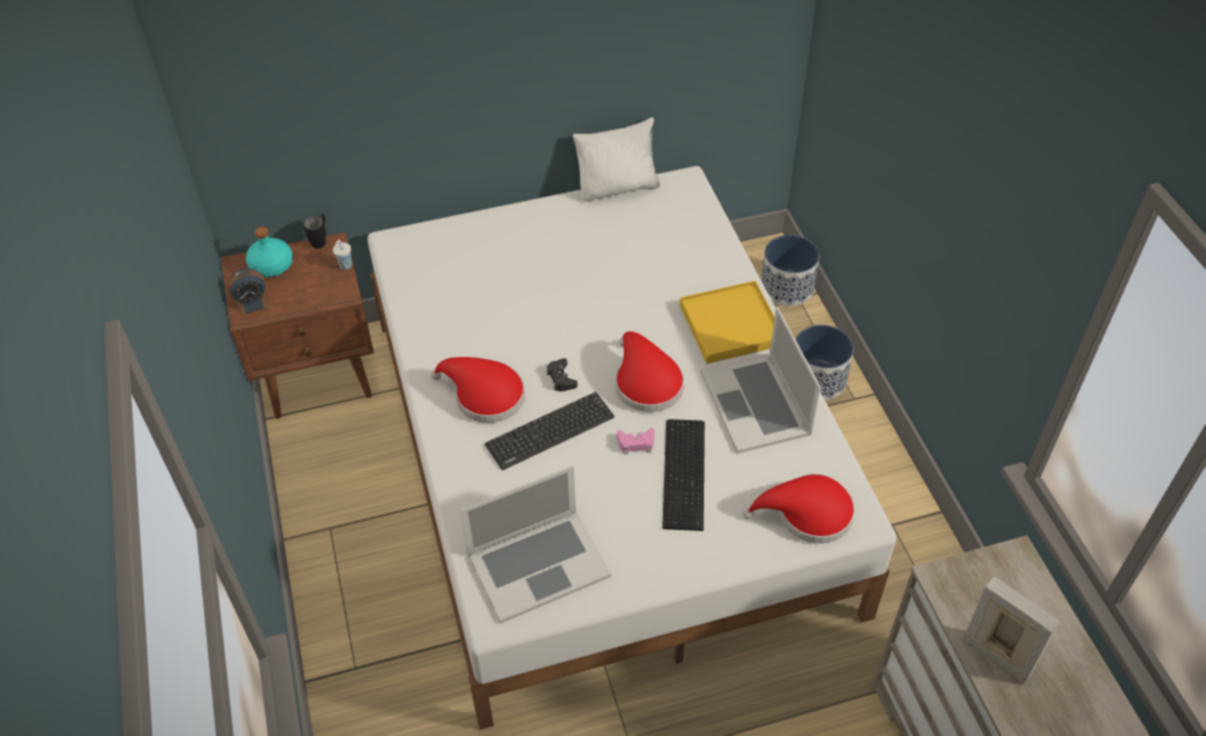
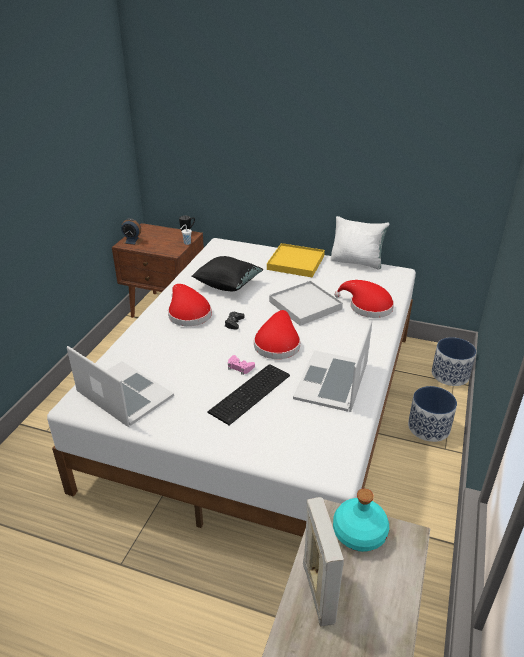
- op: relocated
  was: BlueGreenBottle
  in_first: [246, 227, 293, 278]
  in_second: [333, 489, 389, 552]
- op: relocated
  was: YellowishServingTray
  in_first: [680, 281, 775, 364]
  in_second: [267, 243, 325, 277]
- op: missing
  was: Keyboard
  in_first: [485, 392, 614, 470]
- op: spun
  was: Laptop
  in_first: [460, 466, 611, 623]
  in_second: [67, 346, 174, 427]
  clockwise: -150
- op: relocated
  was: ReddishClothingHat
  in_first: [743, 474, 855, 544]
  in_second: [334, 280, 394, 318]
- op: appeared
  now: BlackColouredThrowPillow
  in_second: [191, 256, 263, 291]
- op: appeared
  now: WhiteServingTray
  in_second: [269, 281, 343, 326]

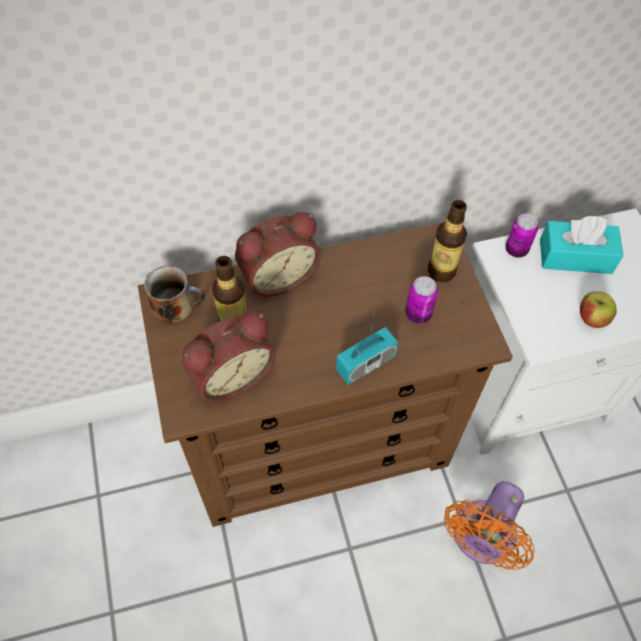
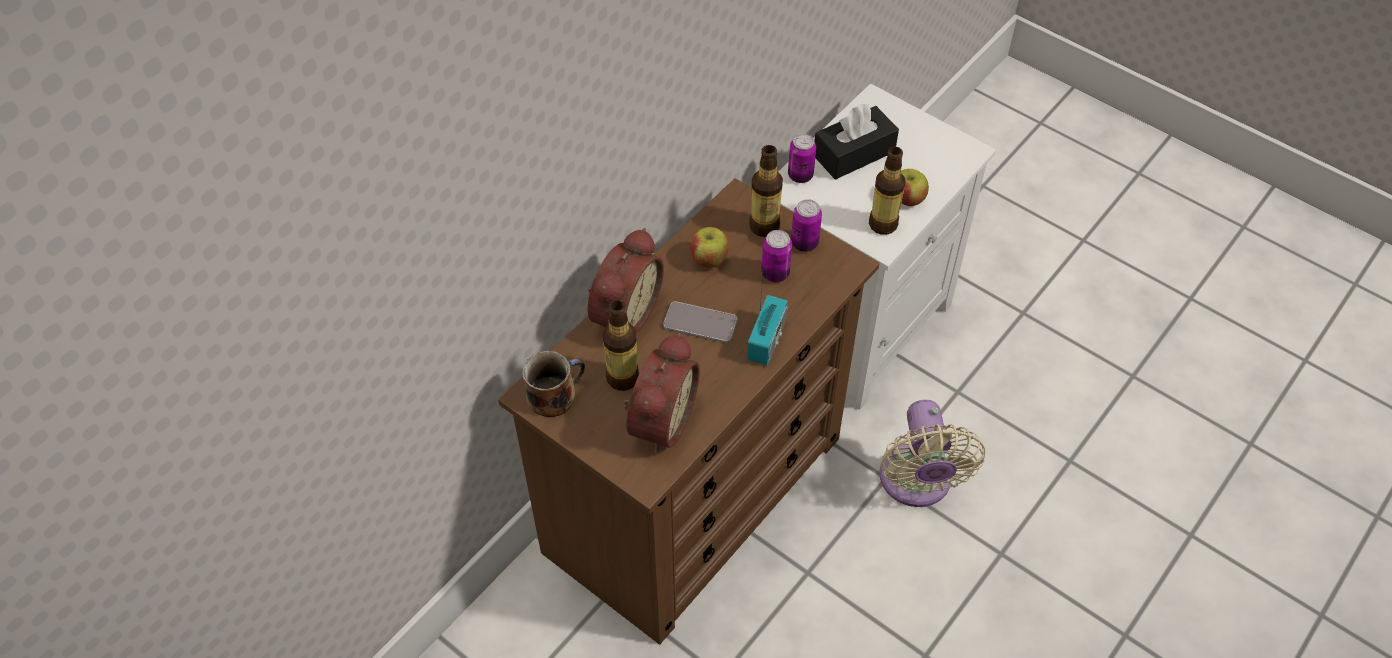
- op: colour
  was: BlueGreenTissueHolder
  now: BlackColouredTissueHolder
  in_first: [540, 216, 623, 274]
  in_second: [814, 103, 899, 179]
- op: colour
  was: OrangeFan
  now: BeigeFan
  in_first: [444, 481, 535, 570]
  in_second: [879, 400, 985, 507]
- op: appeared
  now: Bottle
  in_second: [869, 147, 906, 235]
- op: appeared
  now: Can
  in_second: [791, 199, 822, 252]
- op: appeared
  now: Apple
  in_second: [690, 227, 729, 268]
- op: appeared
  now: Phone
  in_second: [664, 302, 737, 343]

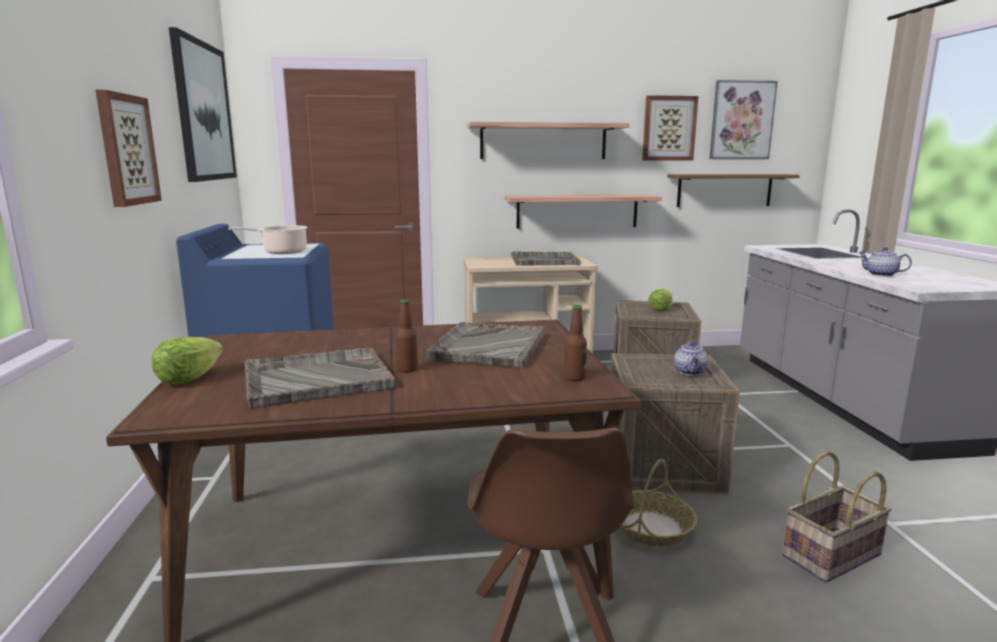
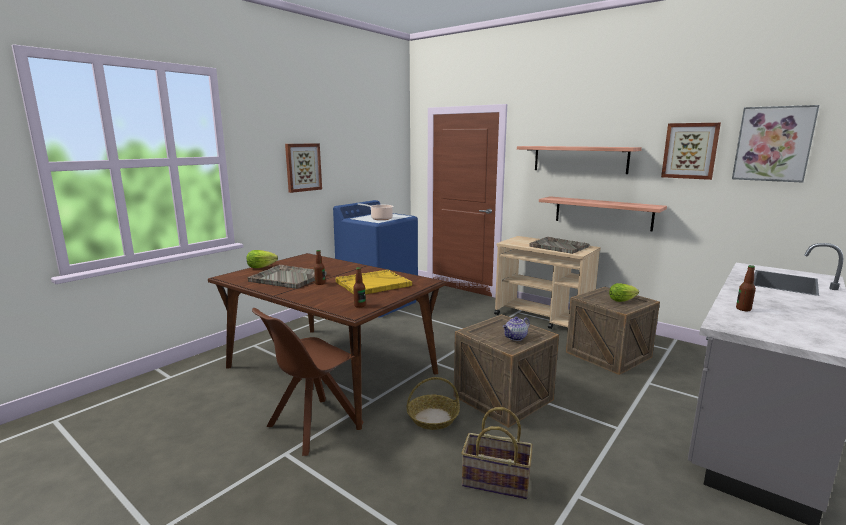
- op: missing
  was: Picture
  in_first: [169, 27, 237, 182]
- op: missing
  was: BrownColouredWallShelf
  in_first: [667, 174, 800, 207]
- op: exchanged
  was: PotForTea
  now: Bottle
  in_first: [858, 247, 912, 277]
  in_second: [736, 265, 756, 311]
- op: colour
  was: GreyServingTray
  now: YellowishServingTray
  in_first: [427, 322, 545, 368]
  in_second: [335, 270, 412, 294]

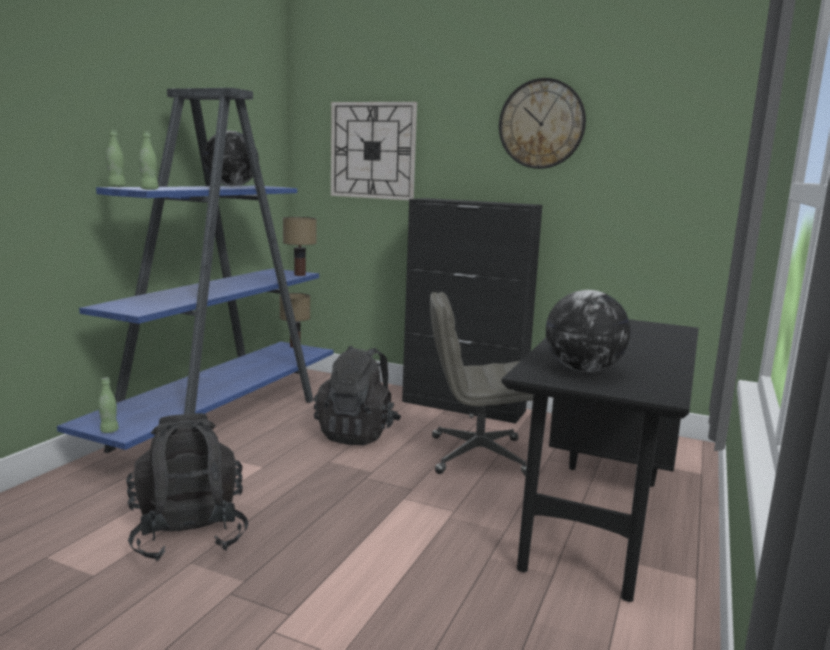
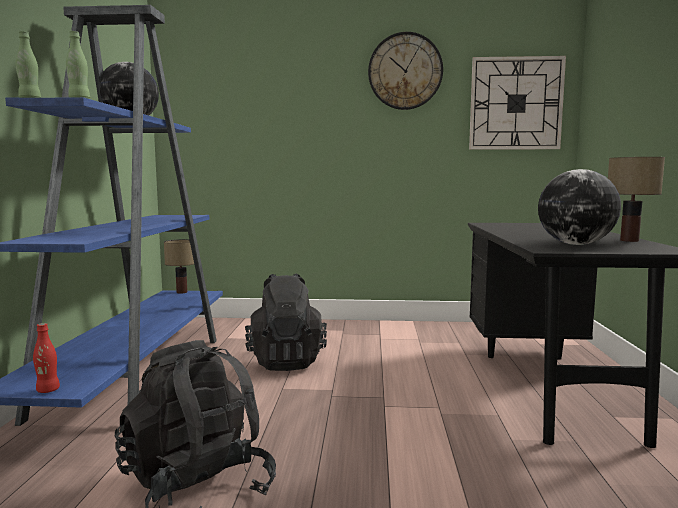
- op: relocated
  was: ClockOnTheWall
  in_first: [331, 102, 417, 200]
  in_second: [469, 56, 566, 150]
- op: missing
  was: BlackColouredCabinet
  in_first: [402, 198, 543, 424]
- op: relocated
  was: TabletopLamp
  in_first: [283, 217, 317, 276]
  in_second: [608, 157, 665, 242]
- op: missing
  was: GreyOfficeChair
  in_first: [430, 292, 533, 476]
- op: colour
  was: GreenishBottle
  now: ReddishBottle
  in_first: [98, 377, 119, 433]
  in_second: [33, 323, 60, 393]

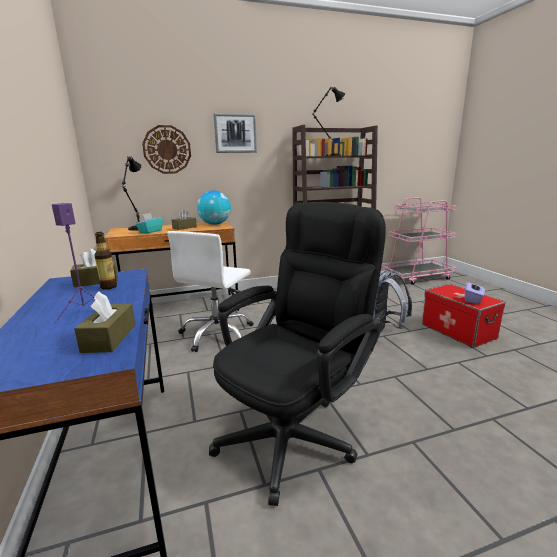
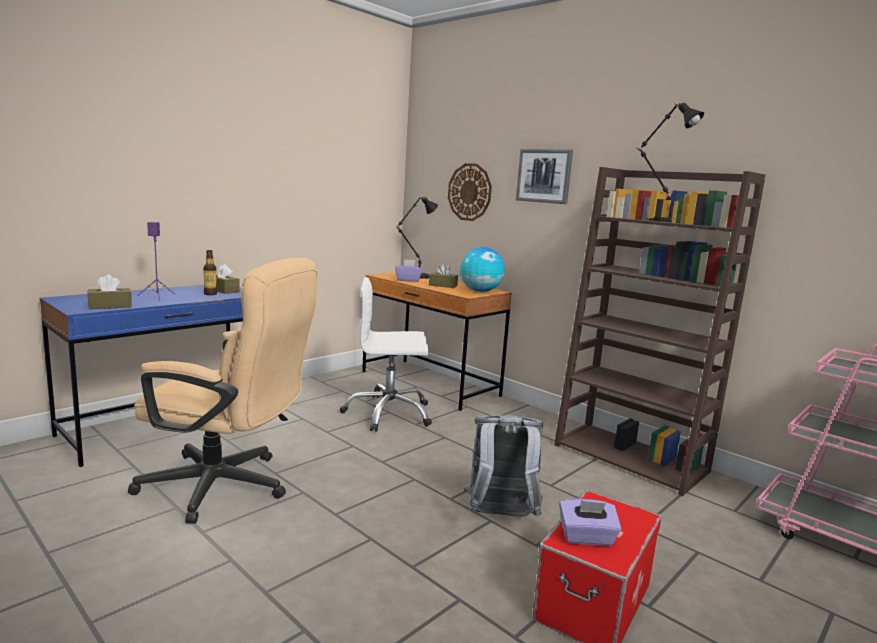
- op: colour
  was: BlackColouredOfficeChair
  now: BeigeOfficeChair
  in_first: [209, 202, 386, 506]
  in_second: [128, 258, 318, 524]
- op: colour
  was: BlueGreenTissueHolder
  now: PurpleTissueHolder
  in_first: [136, 213, 163, 233]
  in_second: [395, 259, 422, 282]

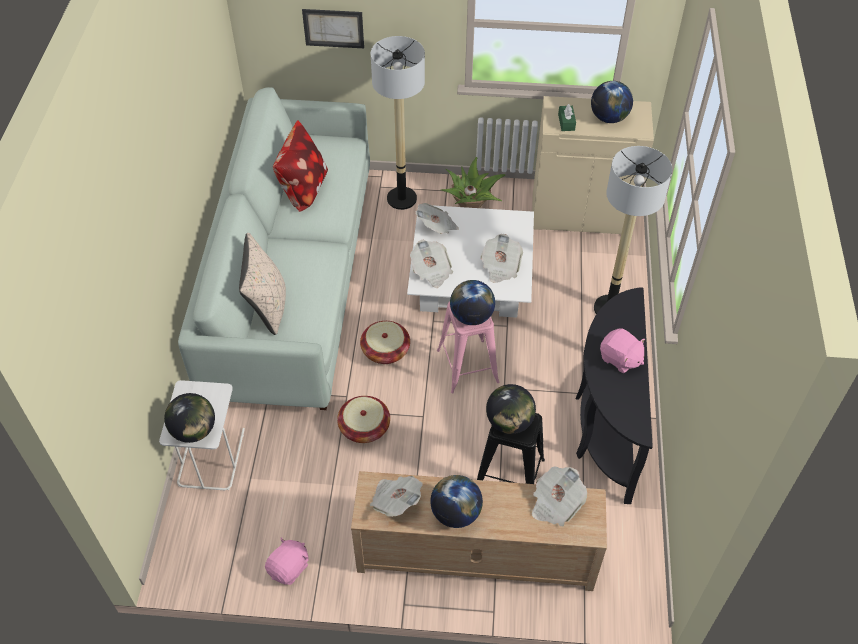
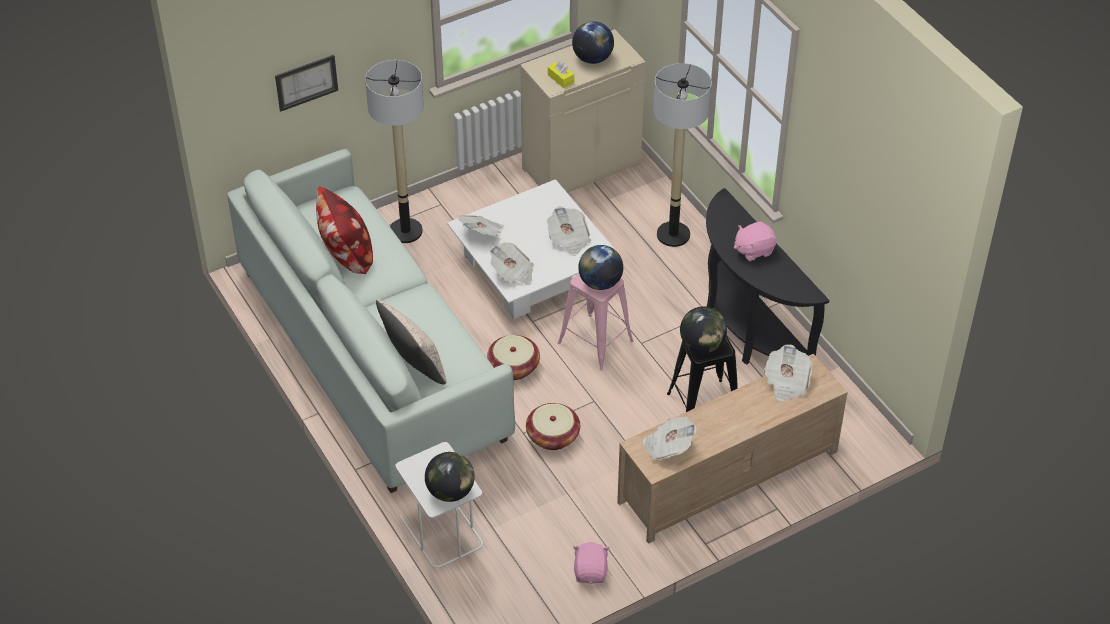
- op: colour
  was: GreenishTissueHolder
  now: YellowishTissueHolder
  in_first: [558, 104, 576, 131]
  in_second: [548, 61, 574, 88]
- op: missing
  was: PlantInAPot
  in_first: [441, 157, 505, 208]
- op: spun
  was: PinkishCuddlyToy
  in_first: [600, 328, 645, 373]
  in_second: [734, 221, 777, 262]
  clockwise: 150
- op: missing
  was: Globe
  in_first: [430, 475, 483, 528]

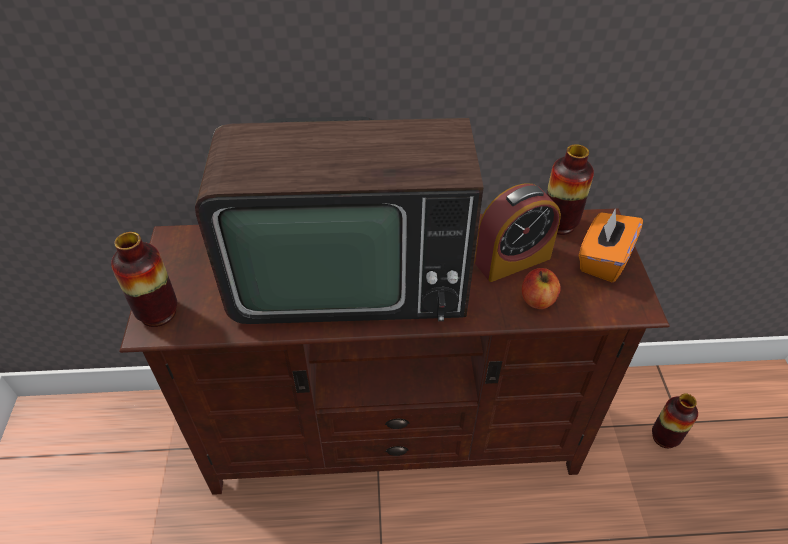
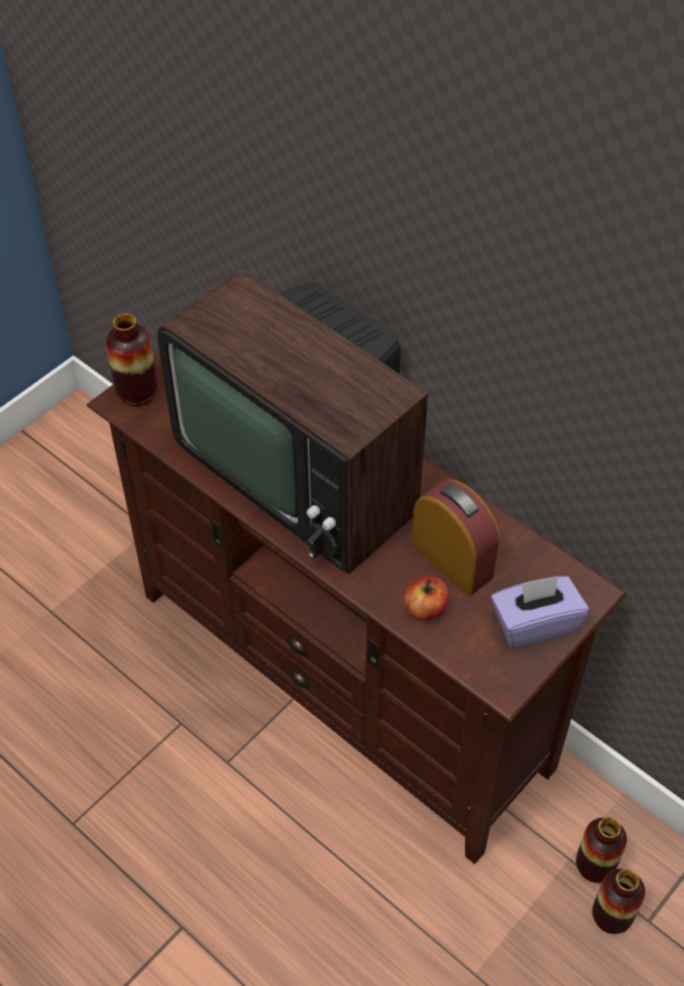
- op: relocated
  was: Vase
  in_first: [546, 144, 594, 235]
  in_second: [576, 817, 627, 883]
- op: spun
  was: AlarmClock
  in_first: [474, 183, 561, 282]
  in_second: [411, 479, 500, 596]
  clockwise: -150
- op: colour
  was: OrangeTissueHolder
  now: PurpleTissueHolder
  in_first: [579, 208, 643, 282]
  in_second: [491, 576, 589, 648]

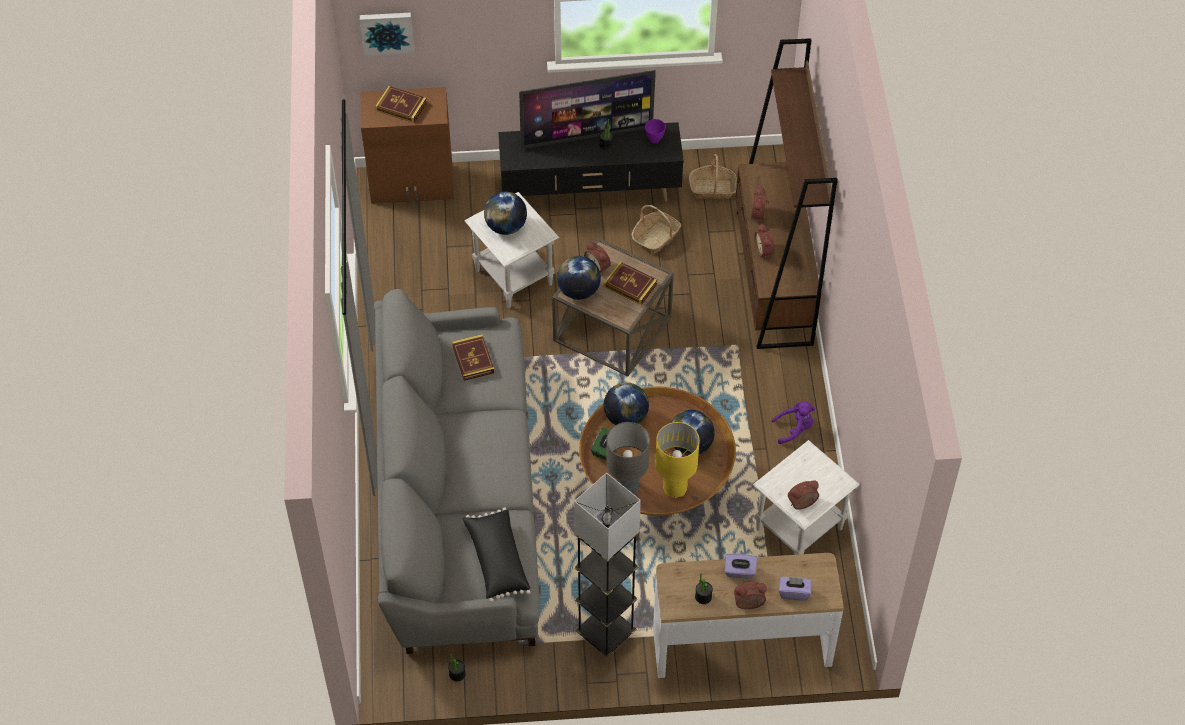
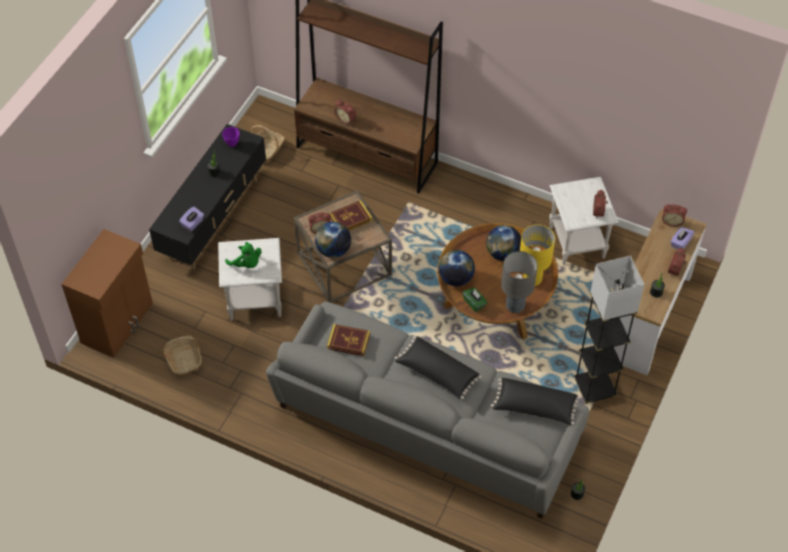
- op: missing
  was: Picture
  in_first: [360, 13, 414, 56]
- op: missing
  was: TvSet
  in_first: [519, 70, 656, 149]
- op: missing
  was: BoundBook
  in_first: [375, 86, 427, 123]
- op: exchanged
  was: Globe
  now: GreenishCuddlyToy
  in_first: [484, 192, 527, 235]
  in_second: [225, 242, 261, 268]
- op: relocated
  was: Basket
  in_first: [631, 205, 681, 254]
  in_second: [163, 335, 202, 376]
- op: relocated
  was: AlarmClock
  in_first: [754, 223, 775, 259]
  in_second: [662, 204, 687, 227]
- op: missing
  was: PurpleCuddlyToy
  in_first: [772, 401, 815, 444]
- op: relocated
  was: PurpleTissueHolder
  in_first: [725, 554, 757, 579]
  in_second: [179, 206, 204, 232]
- op: appeared
  now: BlackColouredThrowPillow
  in_second: [395, 336, 481, 399]

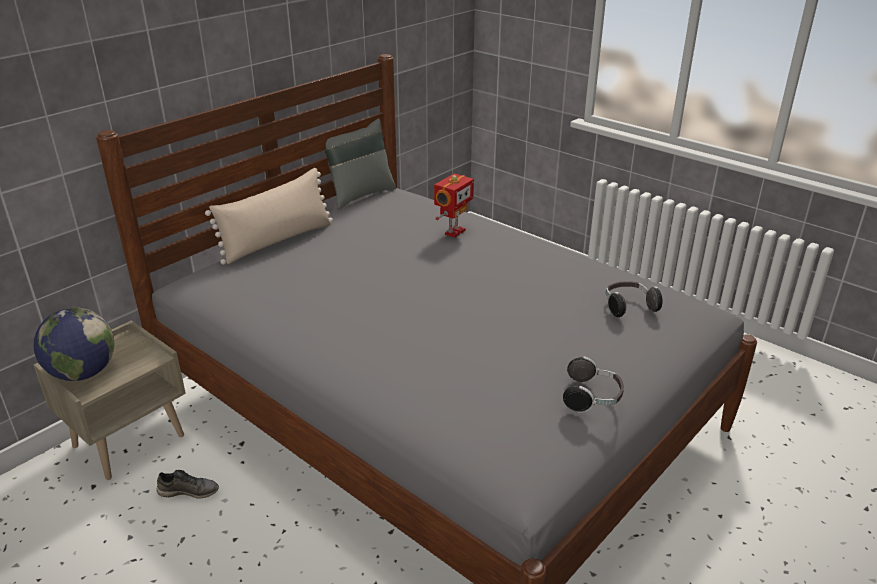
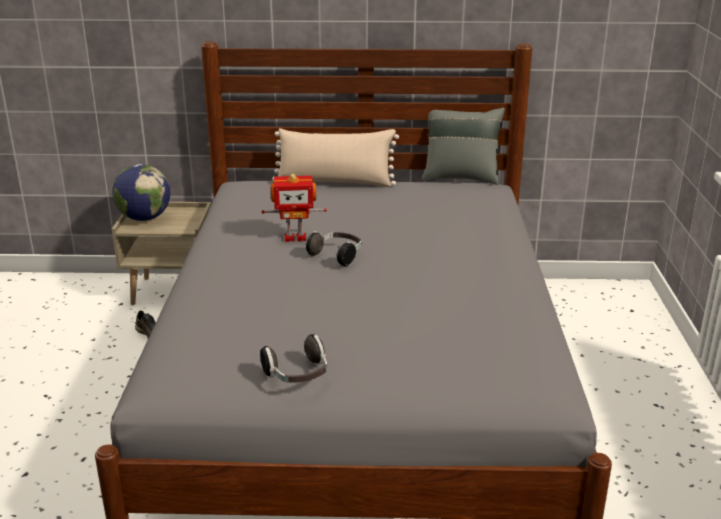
- op: relocated
  was: ModelRobot
  in_first: [434, 174, 474, 238]
  in_second: [261, 174, 327, 242]
- op: relocated
  was: PairOfHeadphones
  in_first: [606, 281, 663, 317]
  in_second: [306, 231, 362, 266]

